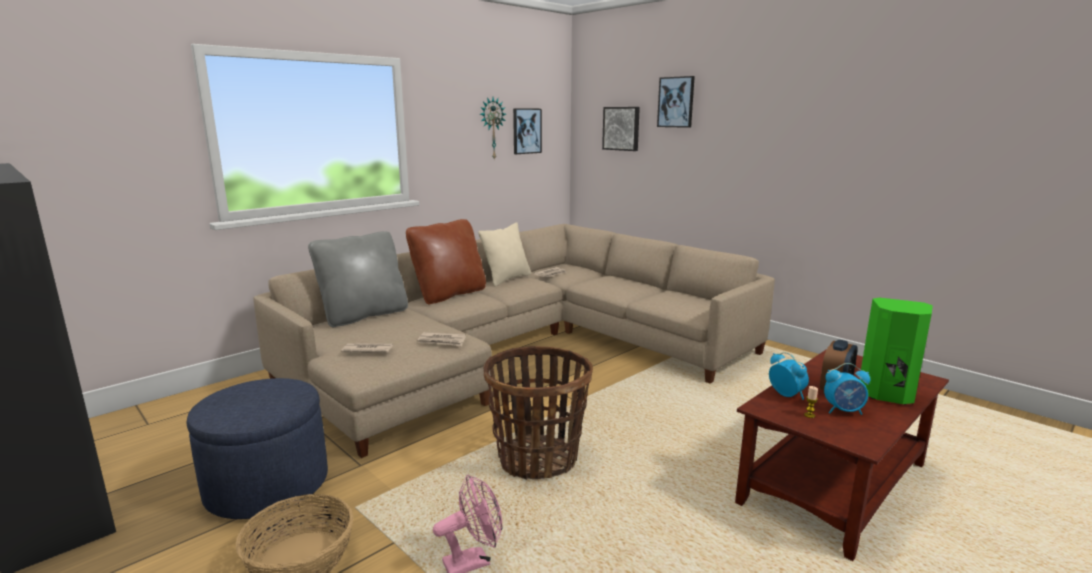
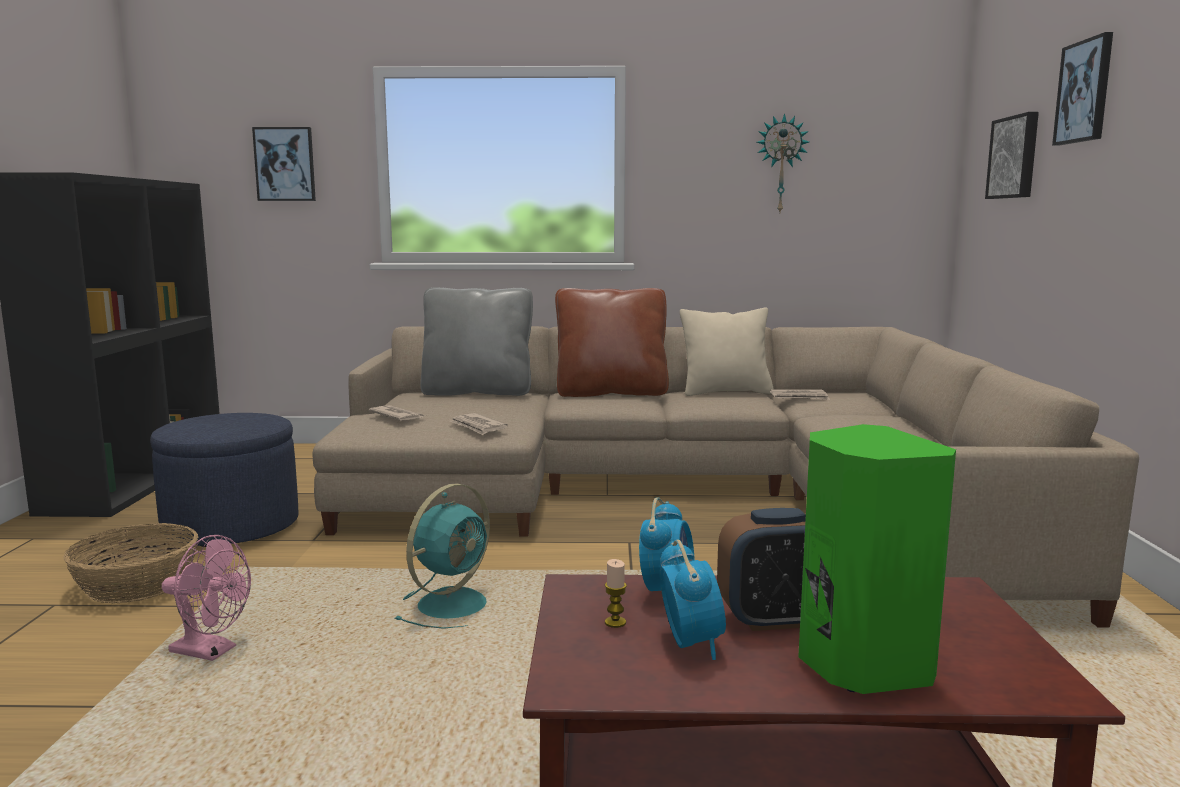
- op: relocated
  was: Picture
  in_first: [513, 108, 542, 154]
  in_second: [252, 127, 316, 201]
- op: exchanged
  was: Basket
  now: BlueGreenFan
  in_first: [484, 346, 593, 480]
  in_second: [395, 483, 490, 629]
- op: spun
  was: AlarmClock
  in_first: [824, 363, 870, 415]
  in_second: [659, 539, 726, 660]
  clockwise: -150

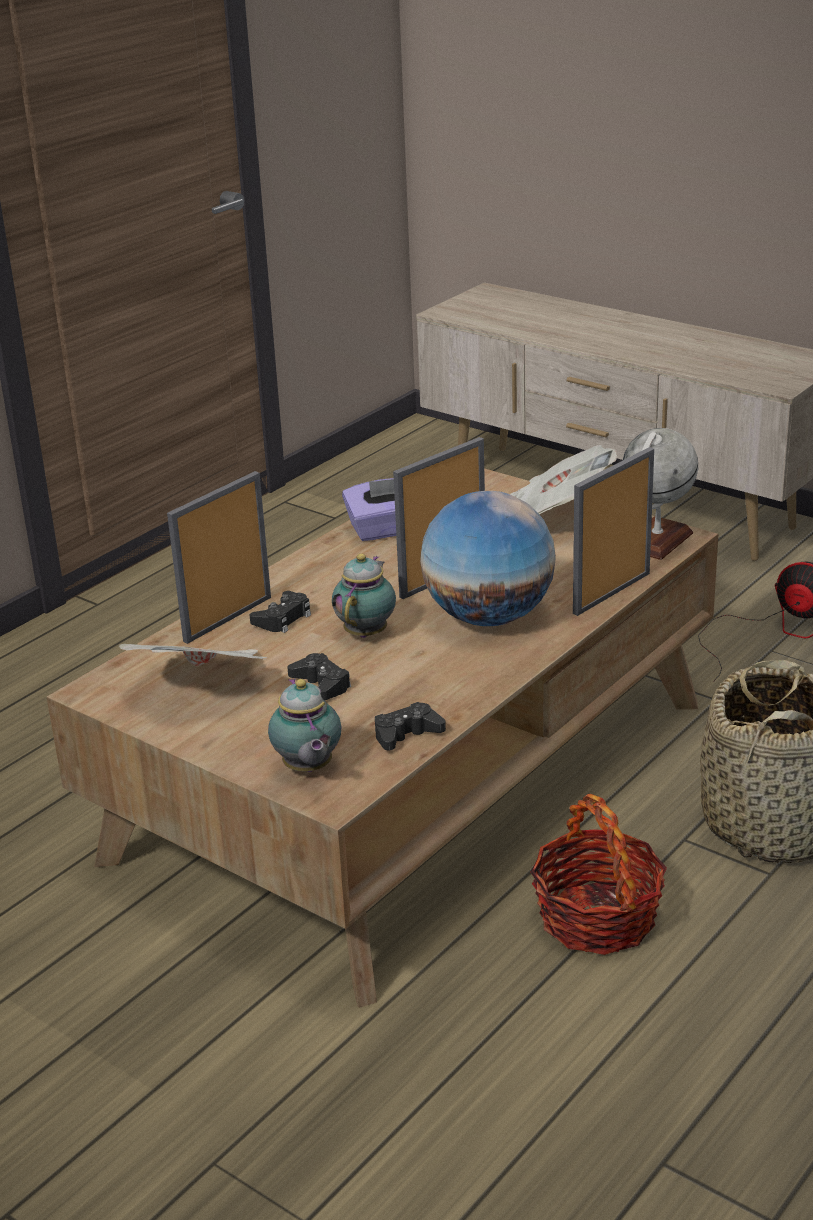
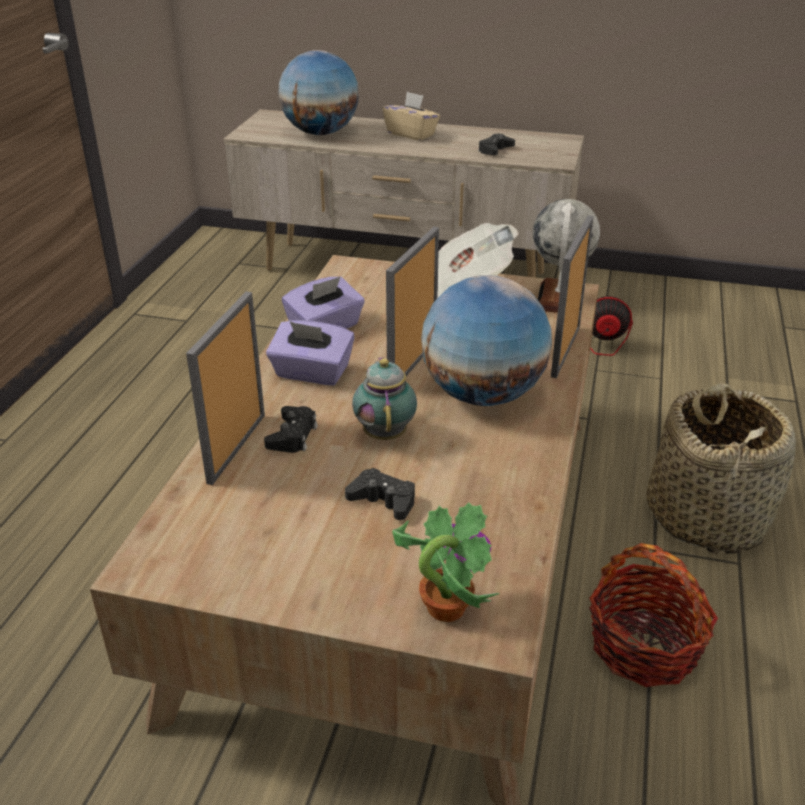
- op: missing
  was: Newspaper
  in_first: [119, 644, 267, 666]
- op: exchanged
  was: PotForTea
  now: PlantInAPot
  in_first: [268, 679, 341, 772]
  in_second: [392, 503, 500, 622]
- op: relocated
  was: BlackColouredGamepad
  in_first: [375, 702, 446, 751]
  in_second: [478, 134, 515, 155]
- op: appeared
  now: Globe
  in_second: [278, 50, 359, 135]
- op: appeared
  now: BeigeTissueHolder
  in_second: [383, 92, 440, 141]
- op: appeared
  now: PurpleTissueHolder
  in_second: [266, 320, 355, 386]

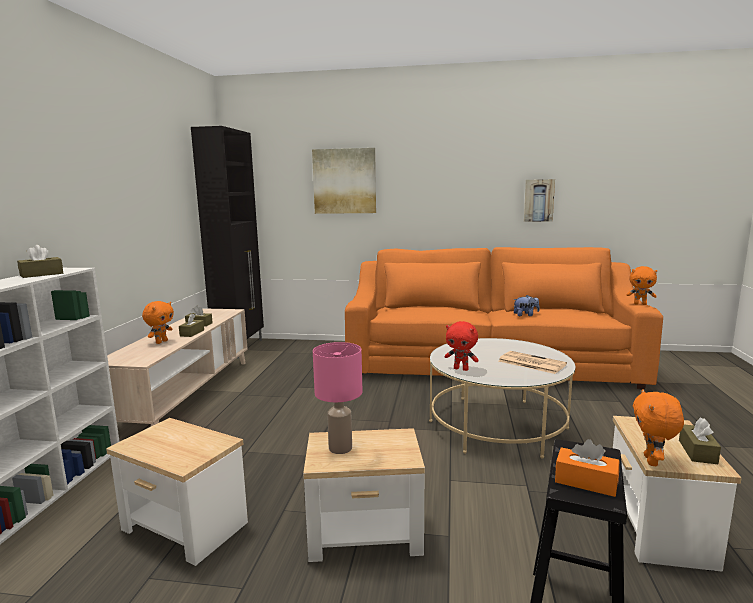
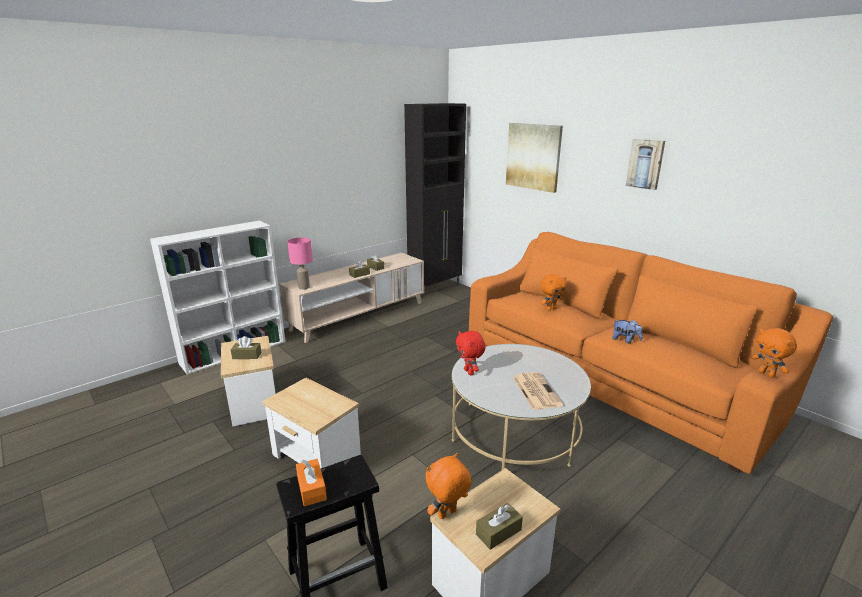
- op: relocated
  was: Picture
  in_first: [524, 179, 555, 222]
  in_second: [626, 139, 665, 190]
- op: relocated
  was: BrownColouredTissueHolder
  in_first: [17, 245, 63, 278]
  in_second: [231, 336, 261, 359]
- op: relocated
  was: OrangeCuddlyToy
  in_first: [142, 301, 174, 344]
  in_second: [541, 274, 567, 310]
- op: relocated
  was: PinkishTabletopLamp
  in_first: [313, 342, 362, 454]
  in_second: [287, 237, 313, 290]

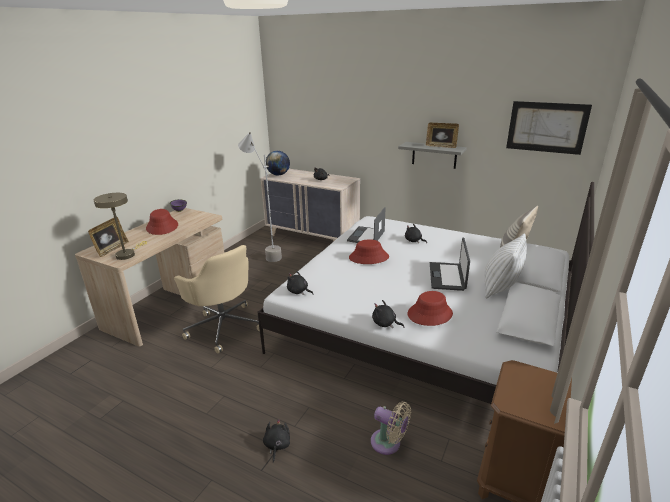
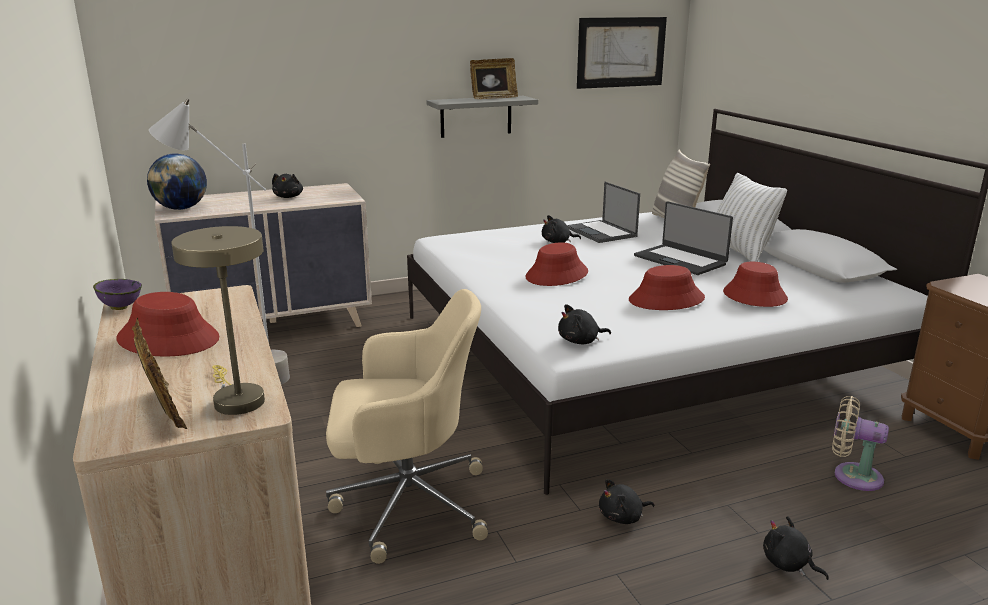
- op: relocated
  was: Laptop
  in_first: [347, 207, 386, 243]
  in_second: [567, 182, 640, 243]
- op: relocated
  was: BlackColouredCuddlyToy
  in_first: [372, 300, 404, 328]
  in_second: [599, 479, 655, 524]
- op: spun
  was: BeigeFan
  in_first: [371, 402, 411, 455]
  in_second: [832, 396, 889, 491]
  clockwise: -135
- op: appeared
  now: ReddishClothingHat
  in_second: [629, 265, 705, 310]

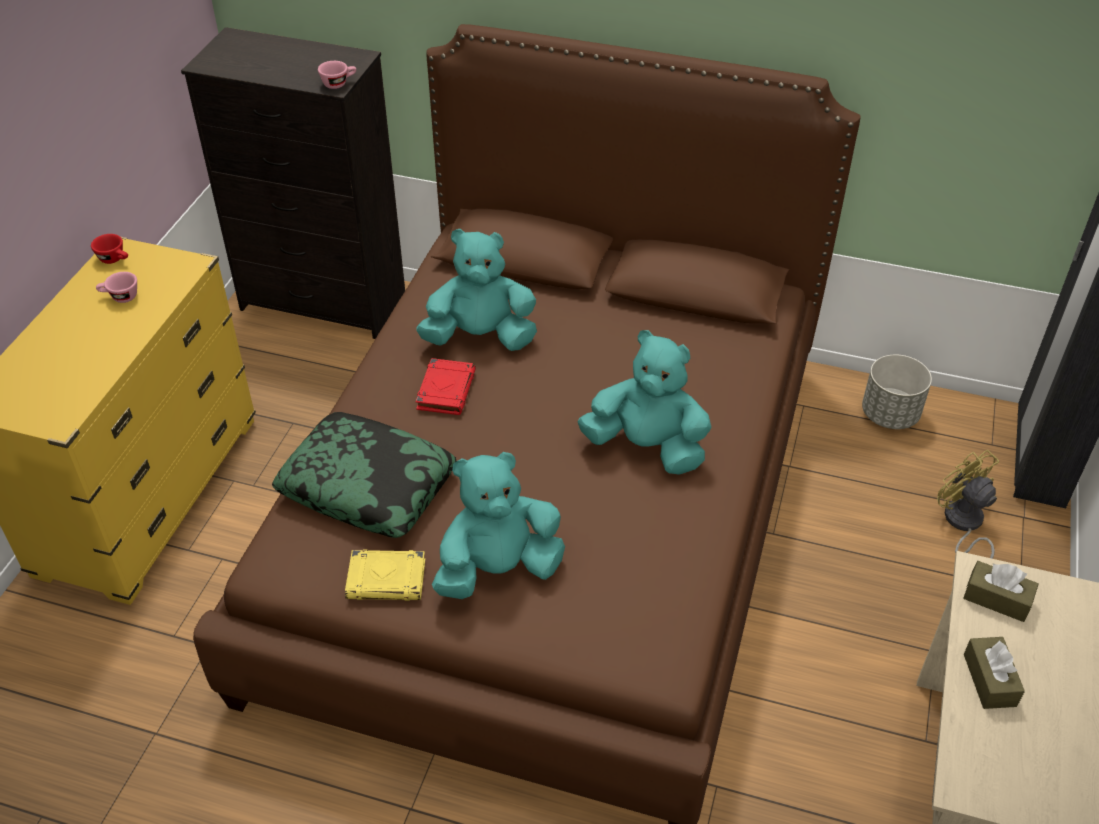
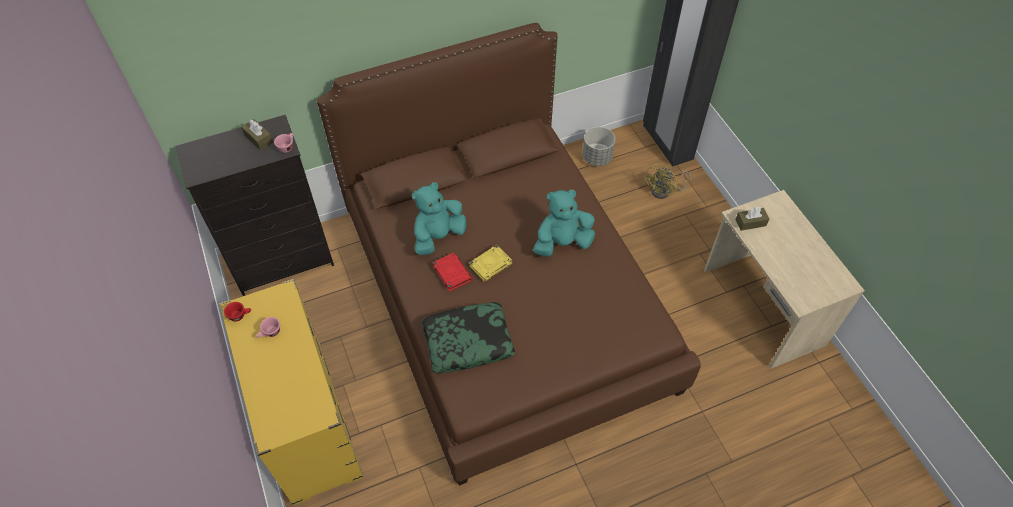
- op: spun
  was: YellowishFan
  in_first: [937, 450, 999, 559]
  in_second: [644, 163, 690, 199]
  clockwise: -75
- op: missing
  was: BlueGreenCuddlyToy
  in_first: [432, 452, 565, 599]
- op: relocated
  was: YellowishBoundBook
  in_first: [345, 550, 426, 601]
  in_second: [469, 245, 513, 282]
- op: relocated
  was: BrownColouredTissueHolder
  in_first: [964, 637, 1025, 709]
  in_second: [241, 119, 273, 150]

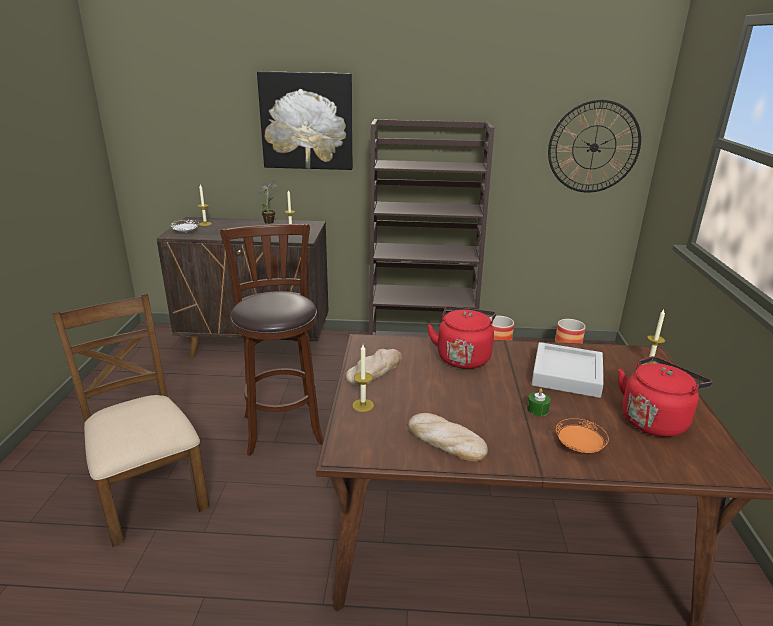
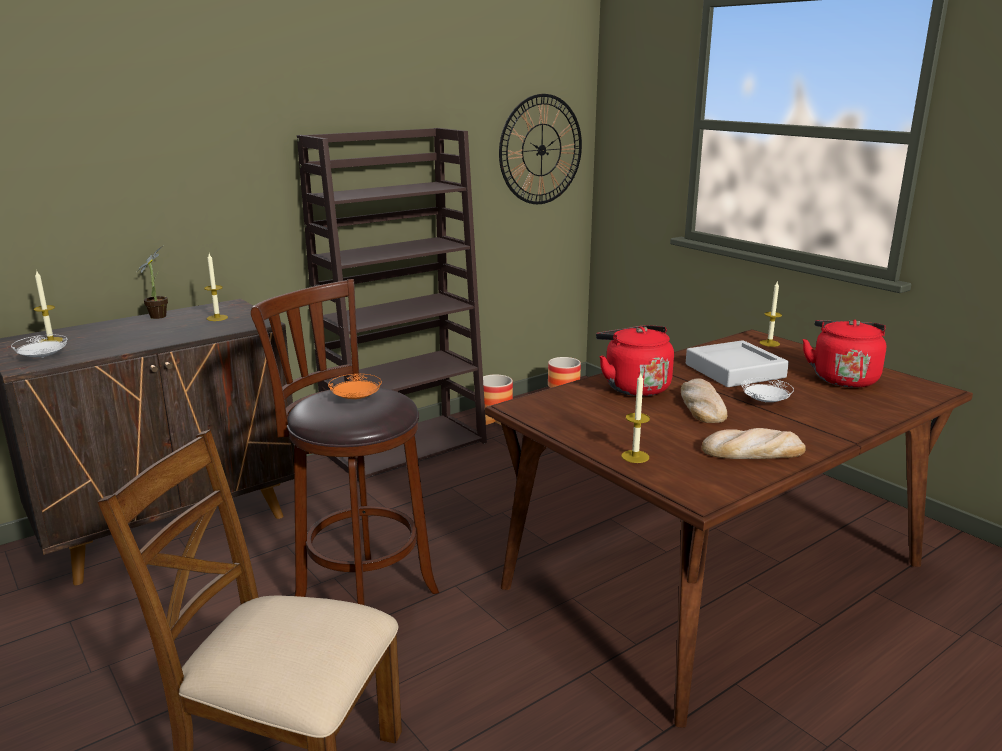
- op: missing
  was: Picture
  in_first: [257, 71, 353, 170]
- op: relocated
  was: Bread
  in_first: [346, 349, 402, 387]
  in_second: [681, 379, 727, 423]
- op: exchanged
  was: GreenishWaxCandle
  now: WhitePlate
  in_first: [527, 388, 550, 416]
  in_second: [741, 378, 794, 403]
- op: relocated
  was: OrangePlate
  in_first: [556, 418, 609, 453]
  in_second: [328, 374, 382, 399]

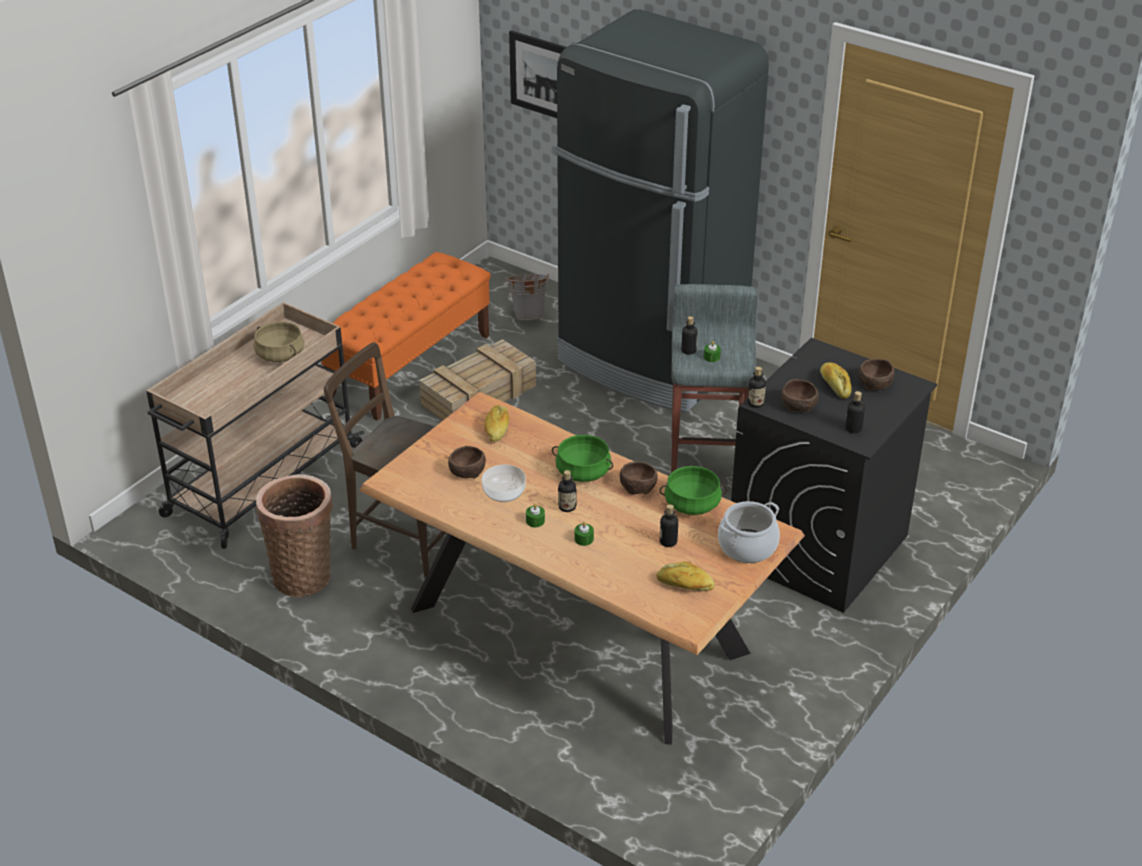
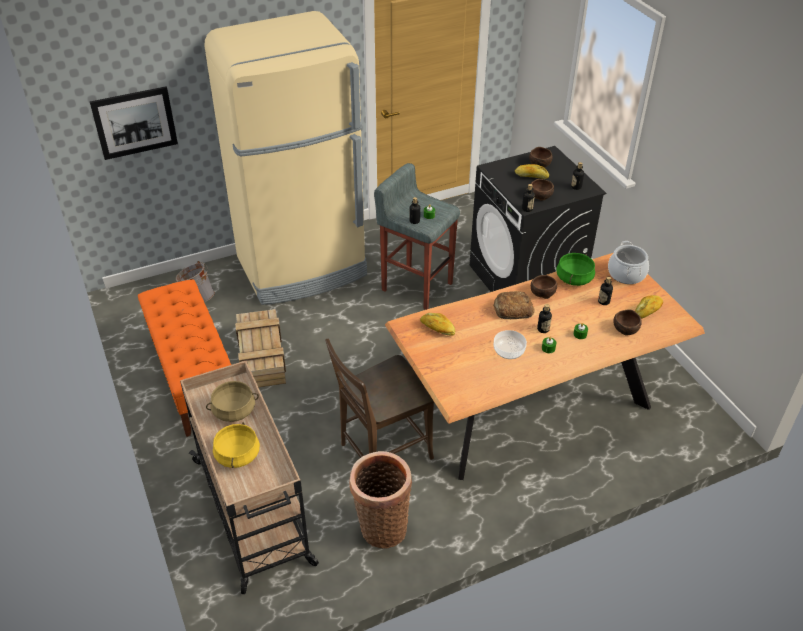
- op: colour
  was: BlackColouredRefrigerator
  now: BeigeRefrigerator
  in_first: [556, 9, 769, 412]
  in_second: [205, 11, 367, 305]
- op: exchanged
  was: GreenishCookingPot
  now: Bread
  in_first: [552, 435, 613, 482]
  in_second: [493, 291, 535, 319]
- op: relocated
  was: BrownColouredBowl
  in_first: [448, 446, 486, 479]
  in_second: [613, 309, 642, 336]
- op: appeared
  now: YellowishCookingPot
  in_second: [213, 422, 260, 468]

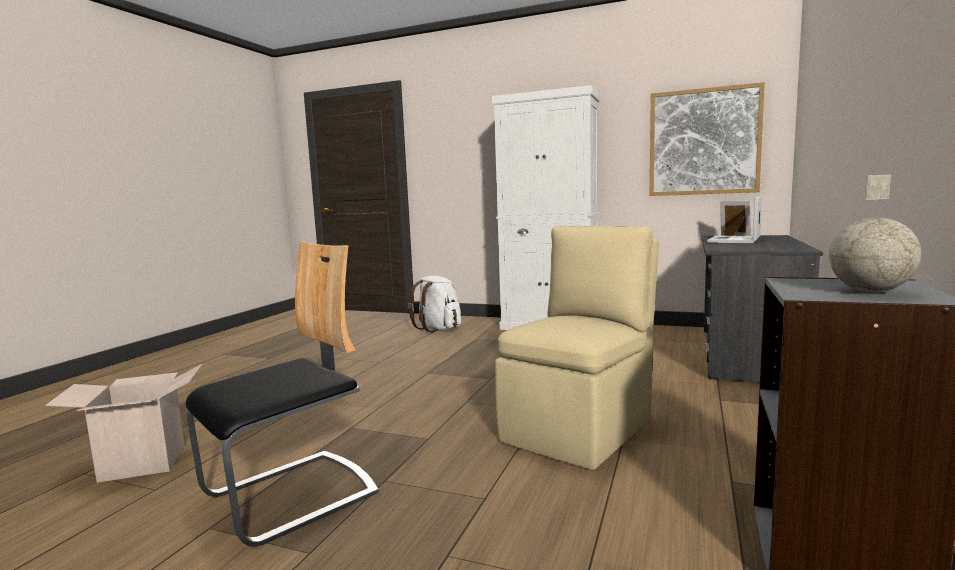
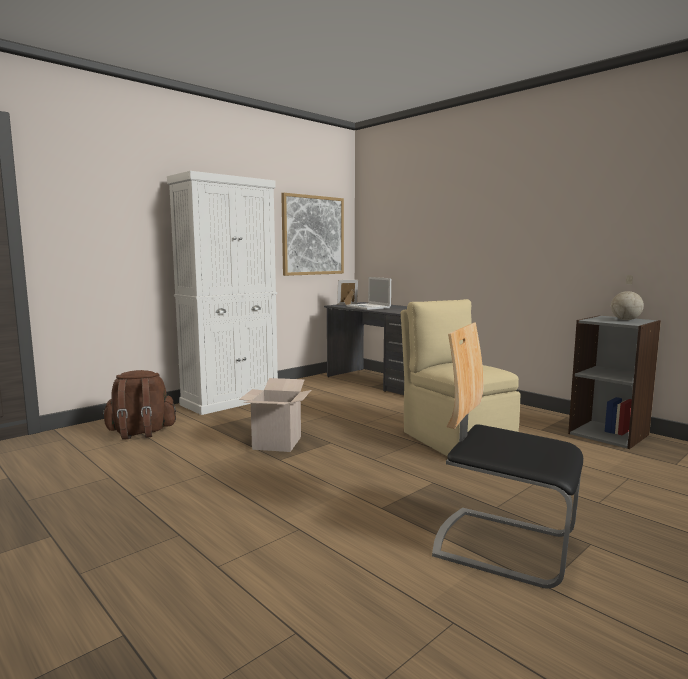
- op: spun
  was: PlainChair
  in_first: [185, 241, 379, 546]
  in_second: [432, 322, 583, 589]
  clockwise: -45
- op: colour
  was: WhiteKnapsack
  now: BrownColouredKnapsack
  in_first: [408, 276, 461, 332]
  in_second: [102, 370, 176, 440]
- op: relocated
  was: PackingBox
  in_first: [45, 364, 202, 483]
  in_second: [239, 378, 311, 452]

